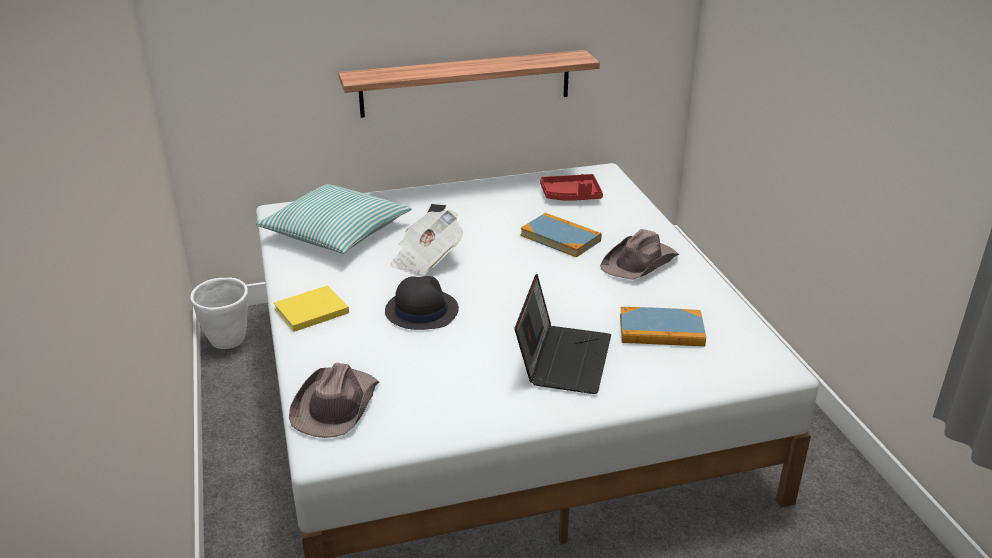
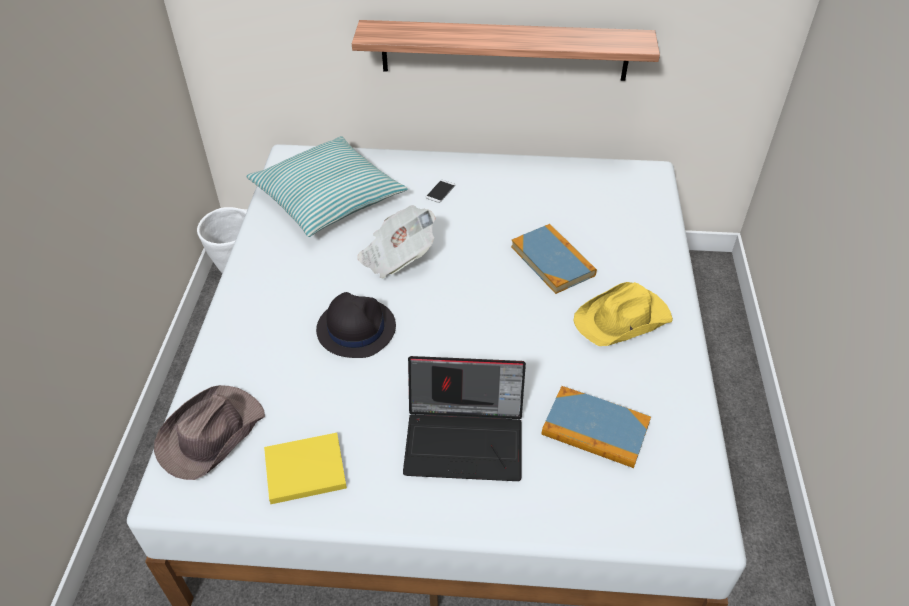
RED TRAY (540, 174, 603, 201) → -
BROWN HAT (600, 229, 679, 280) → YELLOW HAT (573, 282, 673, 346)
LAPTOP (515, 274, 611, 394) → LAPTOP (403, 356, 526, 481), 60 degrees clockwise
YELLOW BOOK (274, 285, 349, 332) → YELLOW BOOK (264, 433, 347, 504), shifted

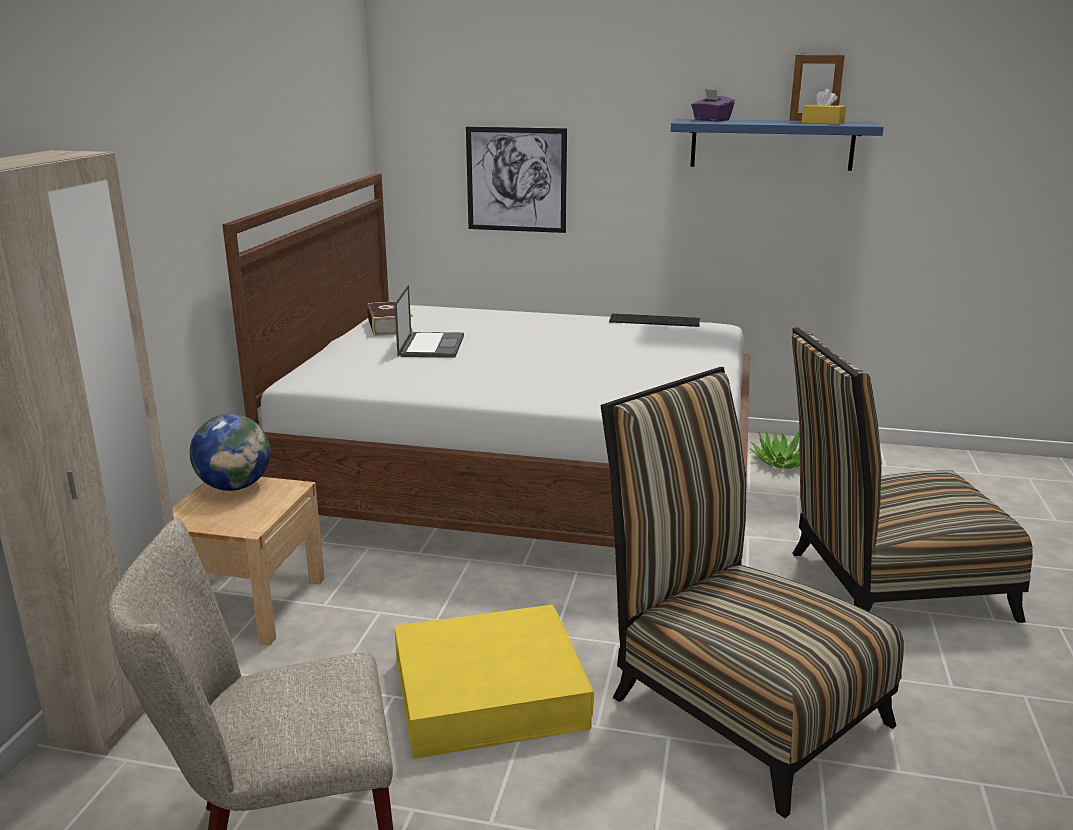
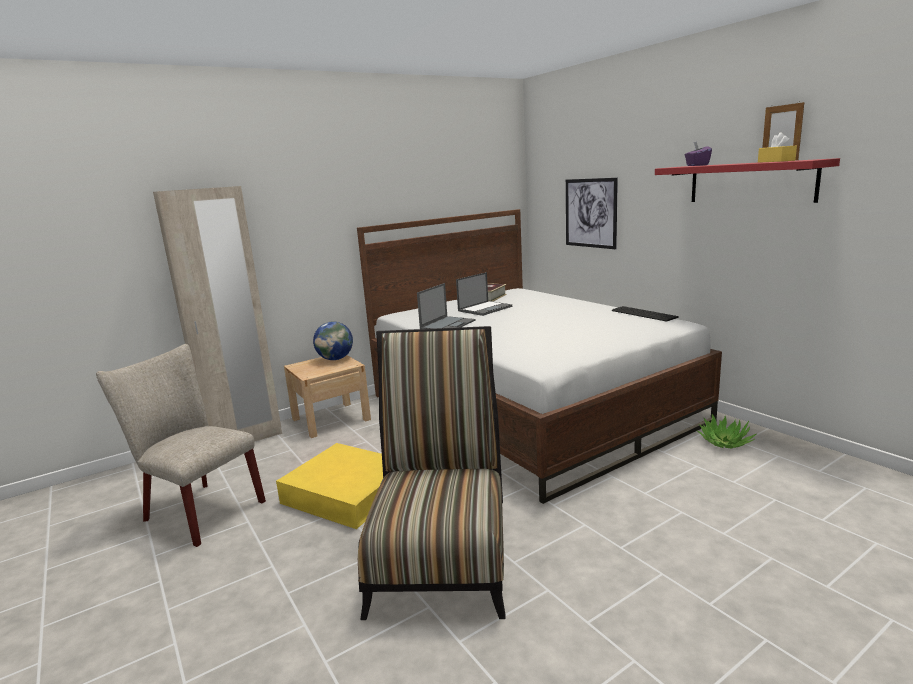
BLUE SHELF (671, 119, 884, 171) → RED SHELF (655, 158, 840, 203)
CHAIR (792, 327, 1033, 623) → -
- → LAPTOP (417, 283, 475, 329)

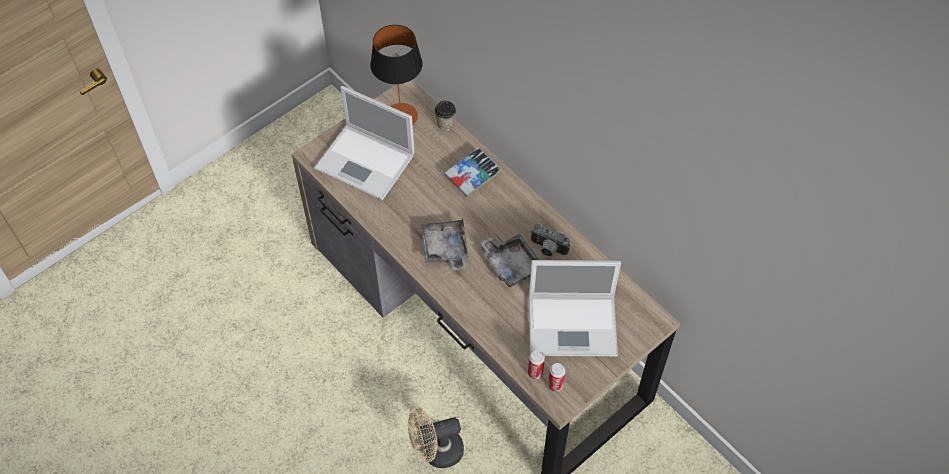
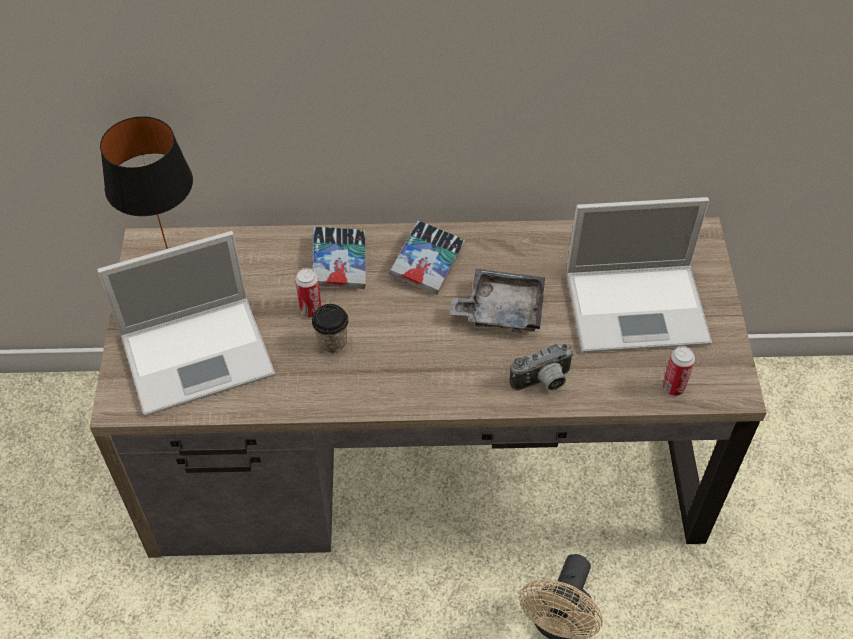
CUP (434, 101, 456, 131) → CUP (312, 304, 348, 354), shifted
GREY TRAY (420, 218, 469, 271) → -
PHOTO CAMERA (530, 224, 570, 257) → PHOTO CAMERA (509, 344, 574, 391), shifted
LAPTOP (529, 260, 621, 356) → LAPTOP (567, 197, 712, 353), 45 degrees clockwise
CAN (548, 363, 565, 392) → CAN (295, 268, 321, 317), shifted
- → BOOK (389, 220, 465, 295)

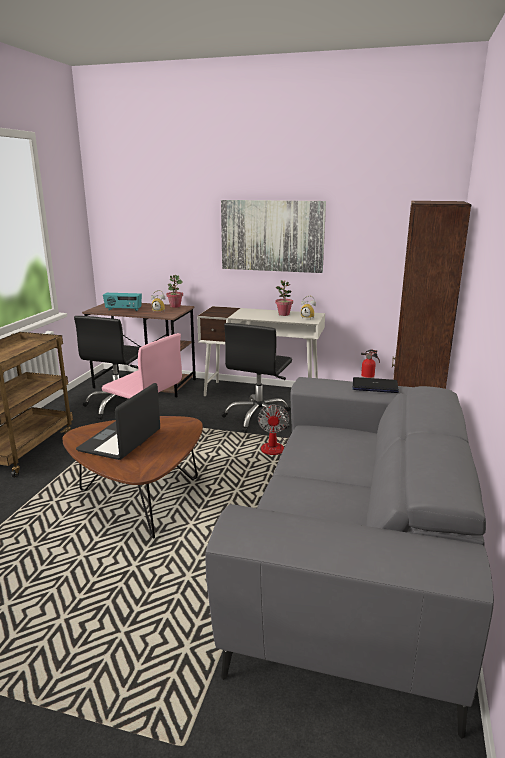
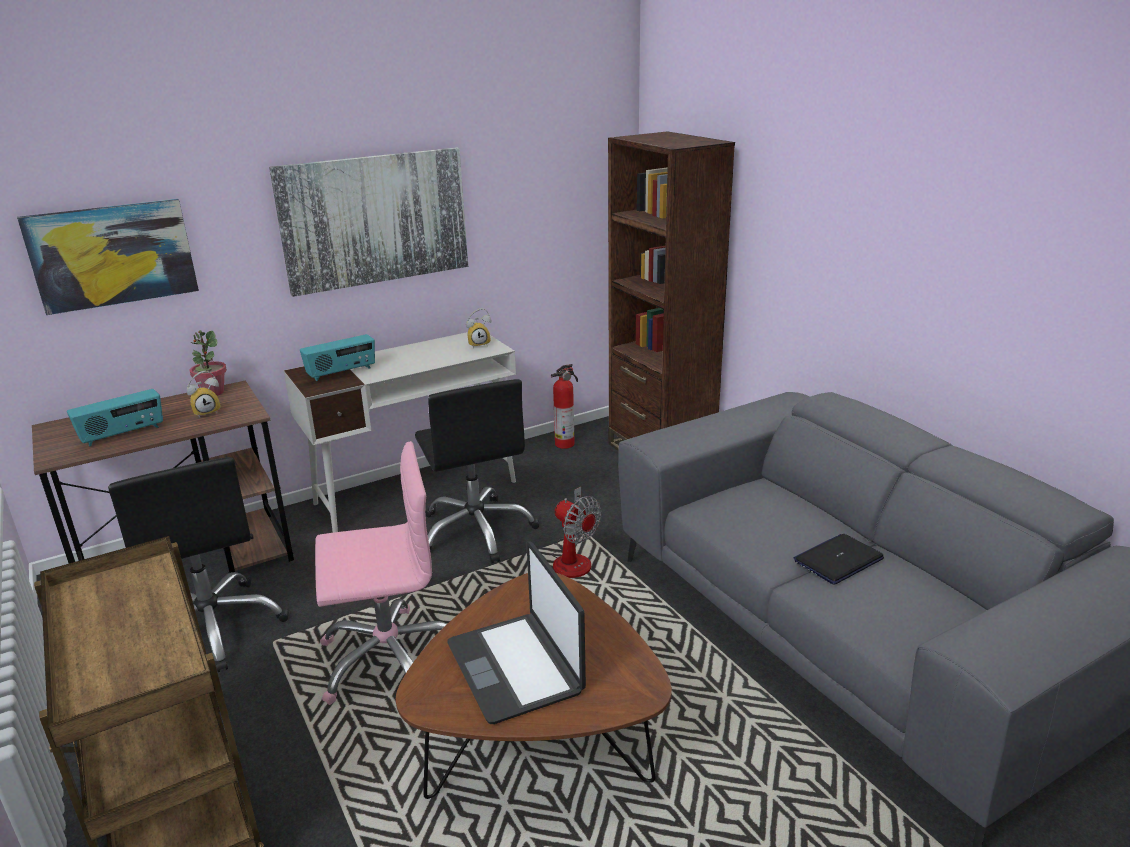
POTTED PLANT (275, 280, 293, 316) → -
LAPTOP (353, 377, 399, 393) → LAPTOP (794, 534, 884, 585), shifted
- → PICTURE (17, 199, 199, 315)
- → RADIO (300, 334, 375, 381)

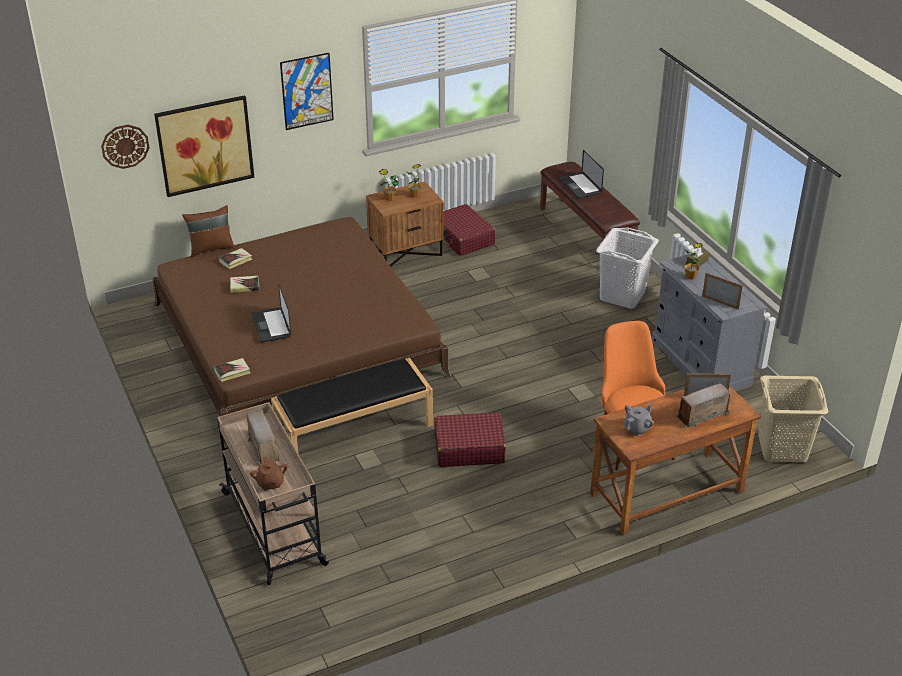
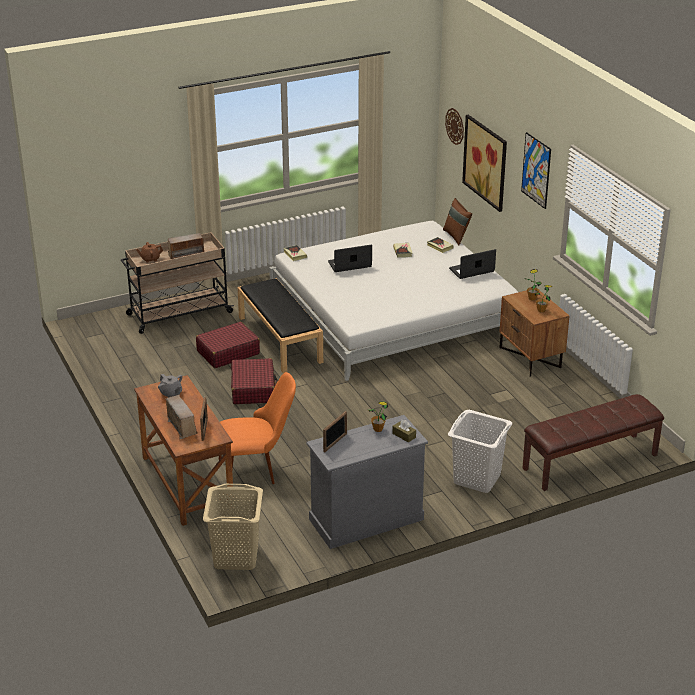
LAPTOP (559, 150, 604, 199) → LAPTOP (449, 249, 496, 279), shifted
RED SUITCASE (442, 204, 495, 256) → RED SUITCASE (196, 322, 260, 368), shifted
BROWN BED (152, 217, 451, 444) → WHITE BED (269, 221, 518, 381)

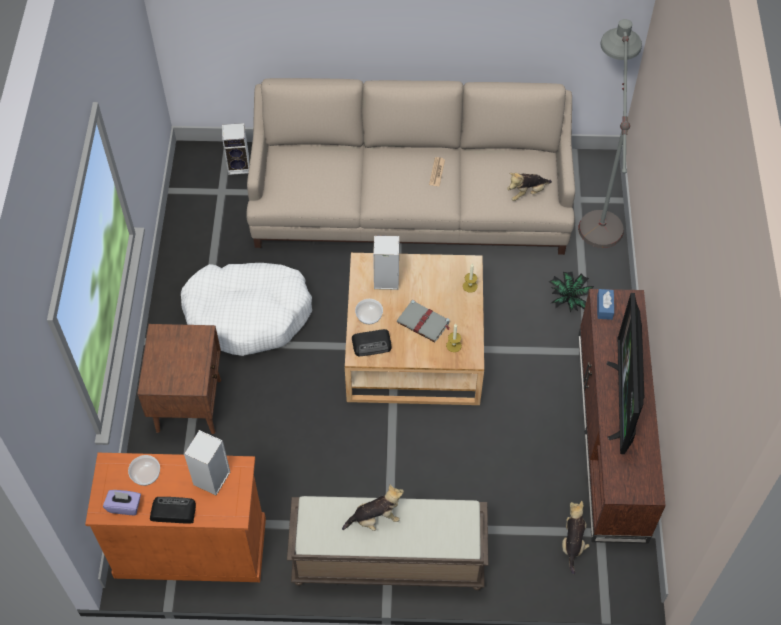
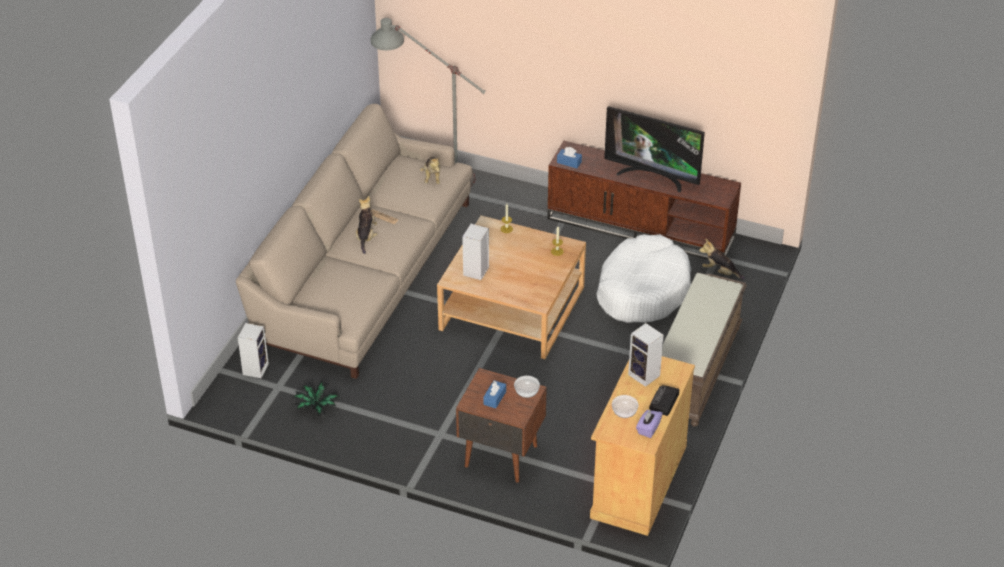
WHITE DOG BED (181, 263, 312, 356) → WHITE DOG BED (597, 234, 691, 323), shifted
POTTED PLANT (549, 272, 594, 312) → POTTED PLANT (292, 381, 340, 416), shifted
BOWL (355, 299, 383, 324) → BOWL (514, 376, 540, 398), shifted
GREY BOOK (397, 300, 450, 343) → -
RADIO (352, 329, 391, 356) → -
ORANGE CABINET (85, 453, 266, 582) → BEIGE CABINET (590, 356, 695, 536)
PLUSH TOY (342, 485, 404, 531) → PLUSH TOY (356, 196, 378, 254), shifted
- → BLUE TISSUE BOX (483, 380, 506, 408)

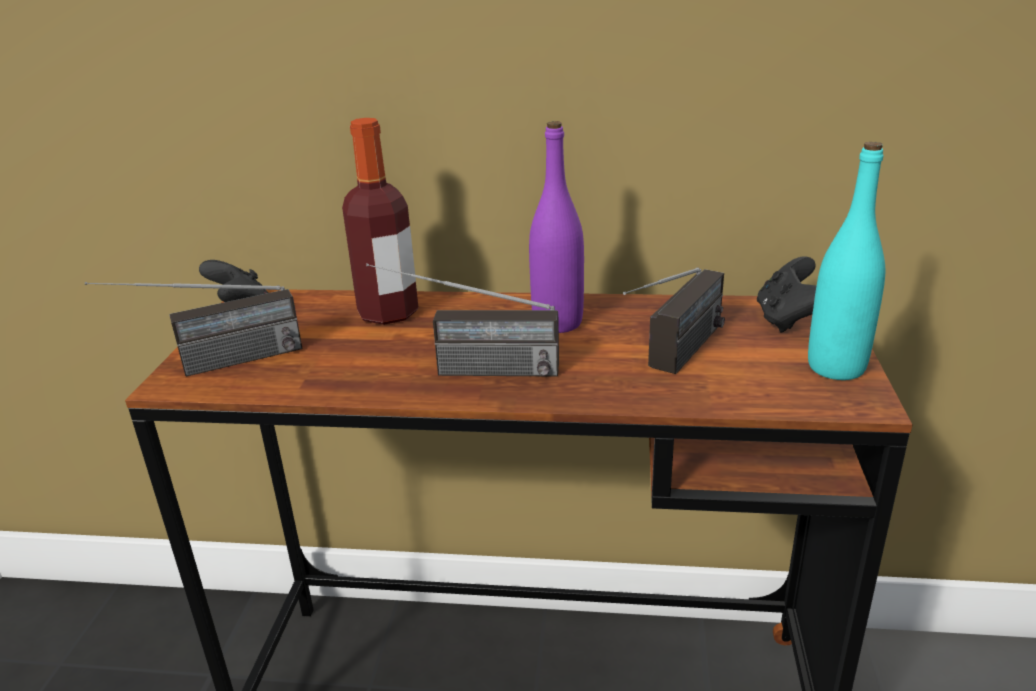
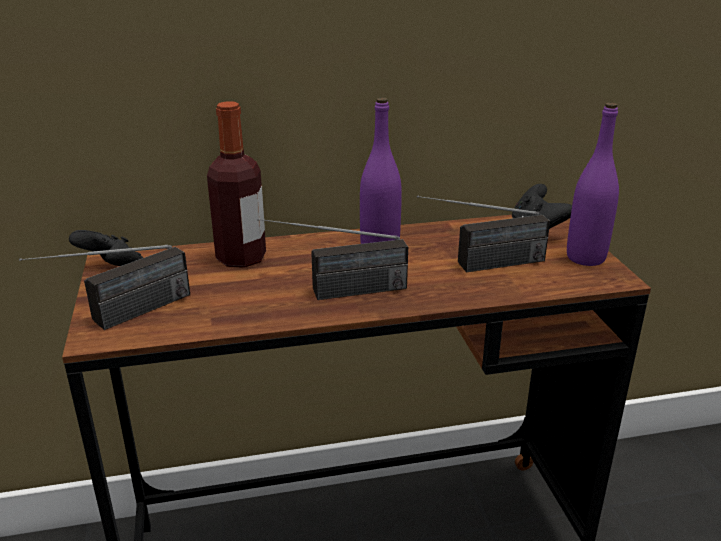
TURQUOISE BOTTLE (808, 142, 885, 380) → PURPLE BOTTLE (567, 103, 619, 266)
RADIO (623, 267, 725, 374) → RADIO (417, 195, 550, 272), 60 degrees clockwise

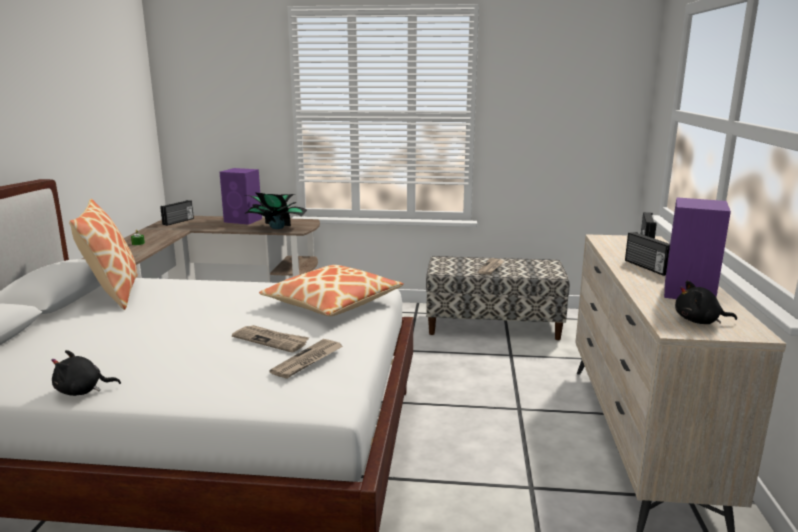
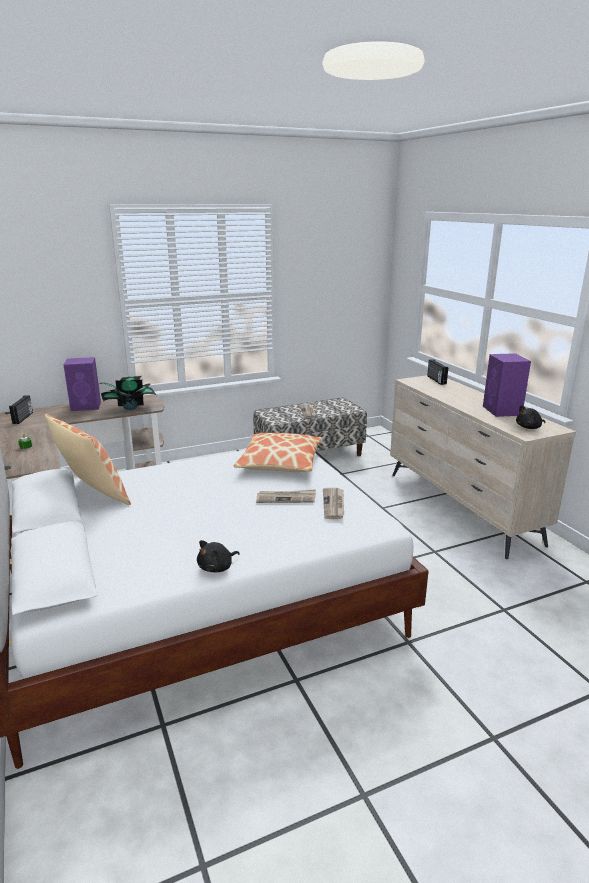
RADIO (625, 232, 670, 276) → -

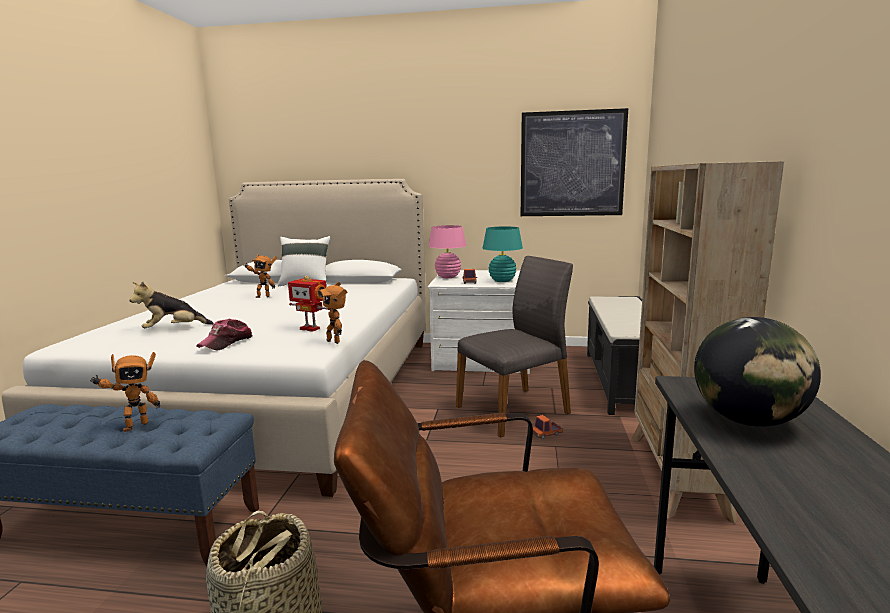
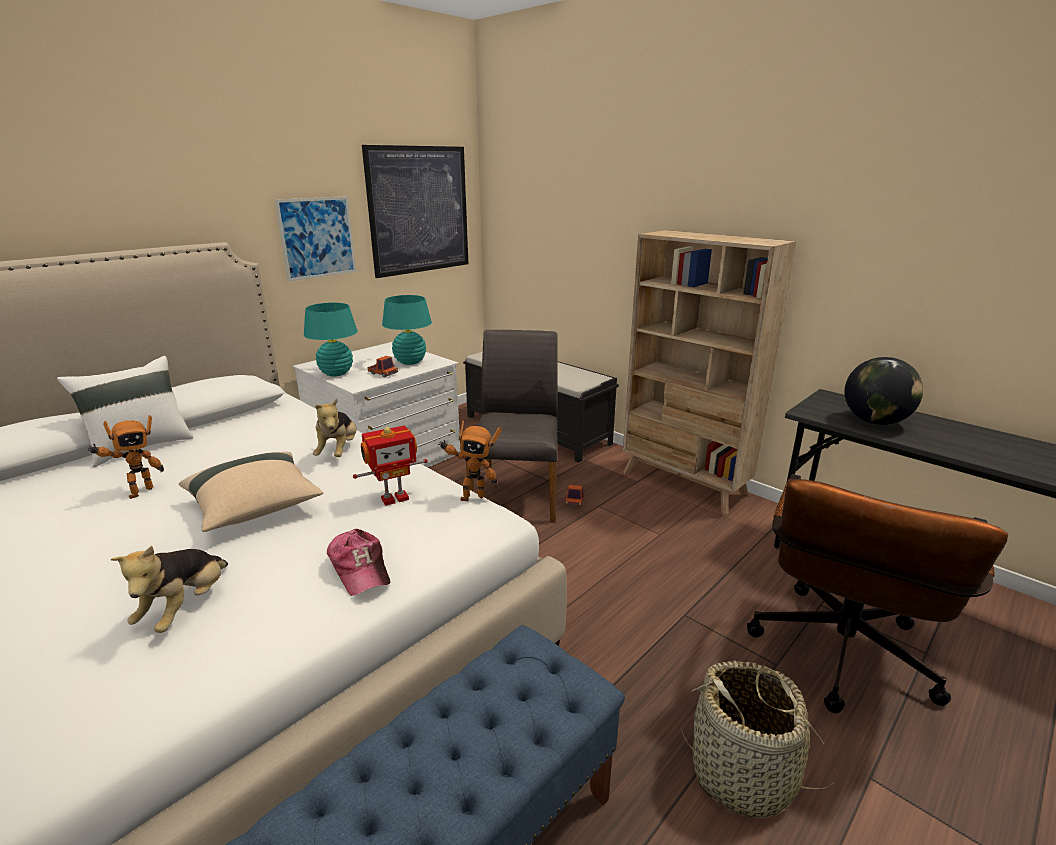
PINK TABLE LAMP (428, 225, 467, 278) → TURQUOISE TABLE LAMP (304, 303, 358, 376)
TOY ROBOT (90, 352, 160, 432) → -
- → PICTURE (275, 196, 356, 281)
- → PLUSH TOY (313, 398, 357, 457)
- → BEIGE PILLOW (179, 452, 323, 532)

